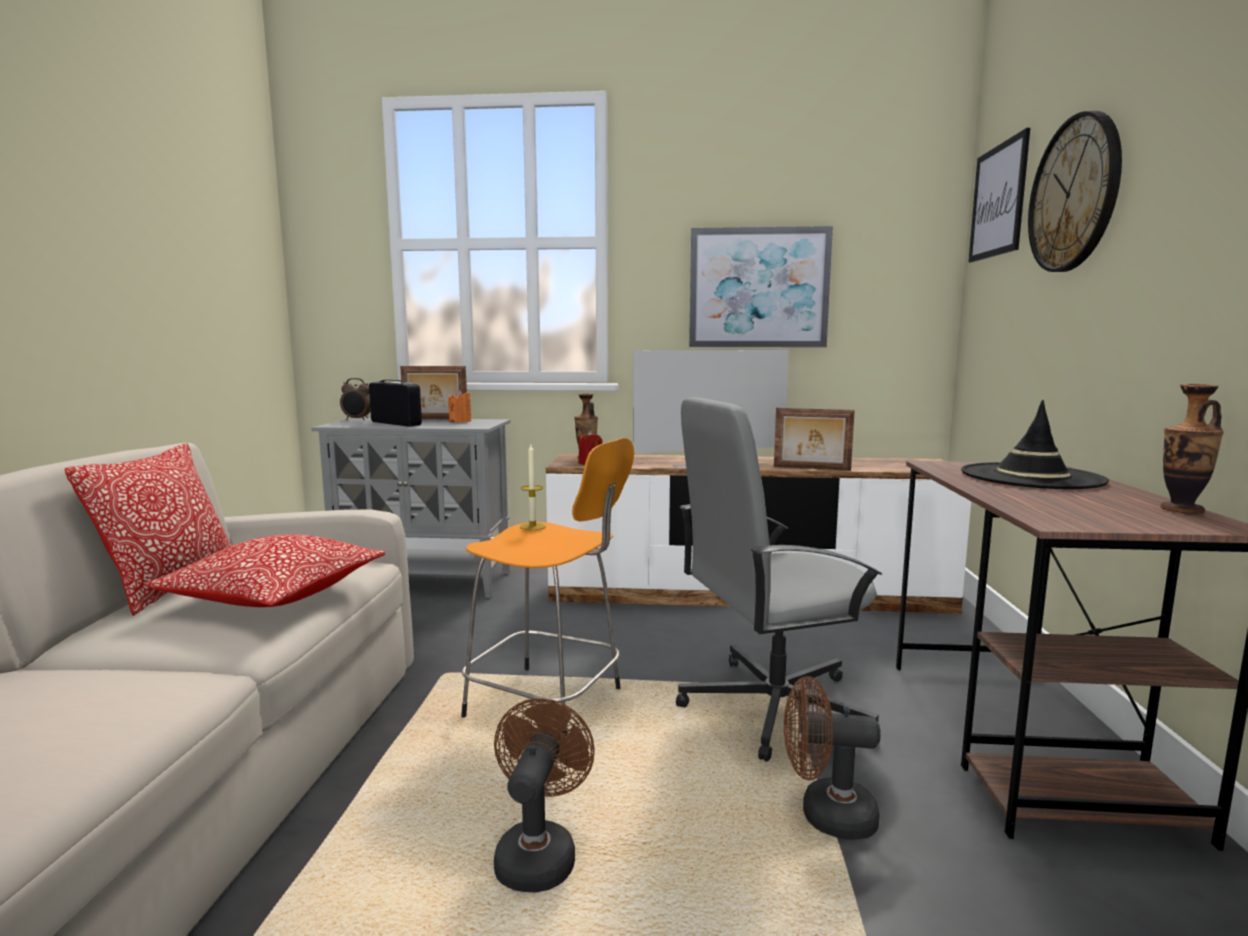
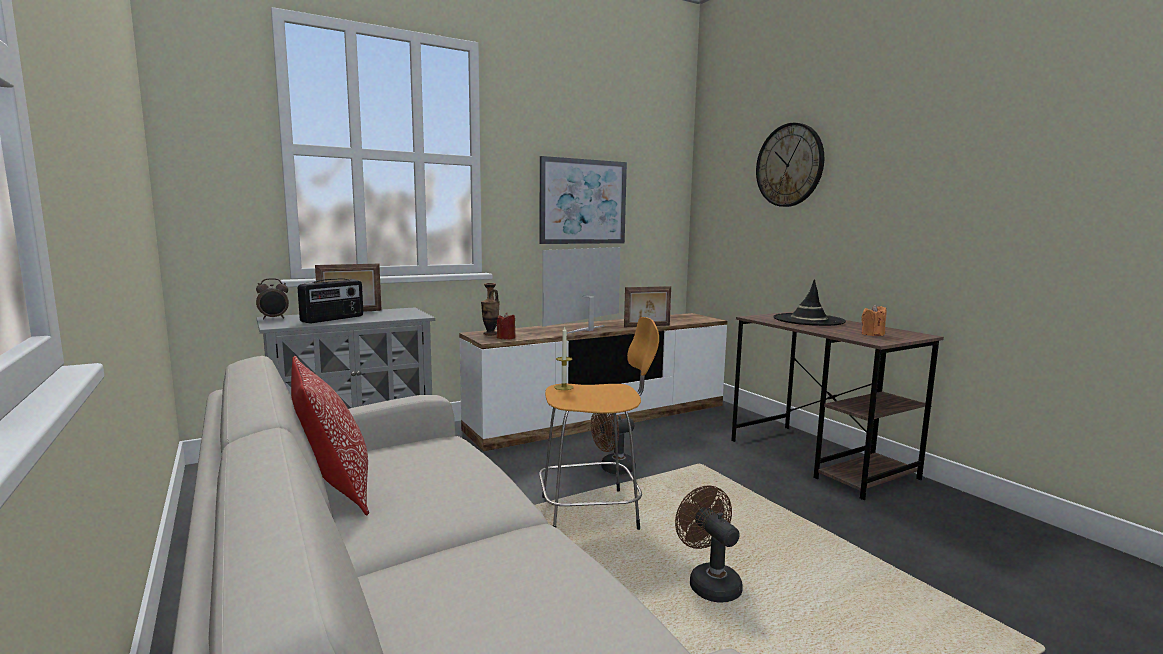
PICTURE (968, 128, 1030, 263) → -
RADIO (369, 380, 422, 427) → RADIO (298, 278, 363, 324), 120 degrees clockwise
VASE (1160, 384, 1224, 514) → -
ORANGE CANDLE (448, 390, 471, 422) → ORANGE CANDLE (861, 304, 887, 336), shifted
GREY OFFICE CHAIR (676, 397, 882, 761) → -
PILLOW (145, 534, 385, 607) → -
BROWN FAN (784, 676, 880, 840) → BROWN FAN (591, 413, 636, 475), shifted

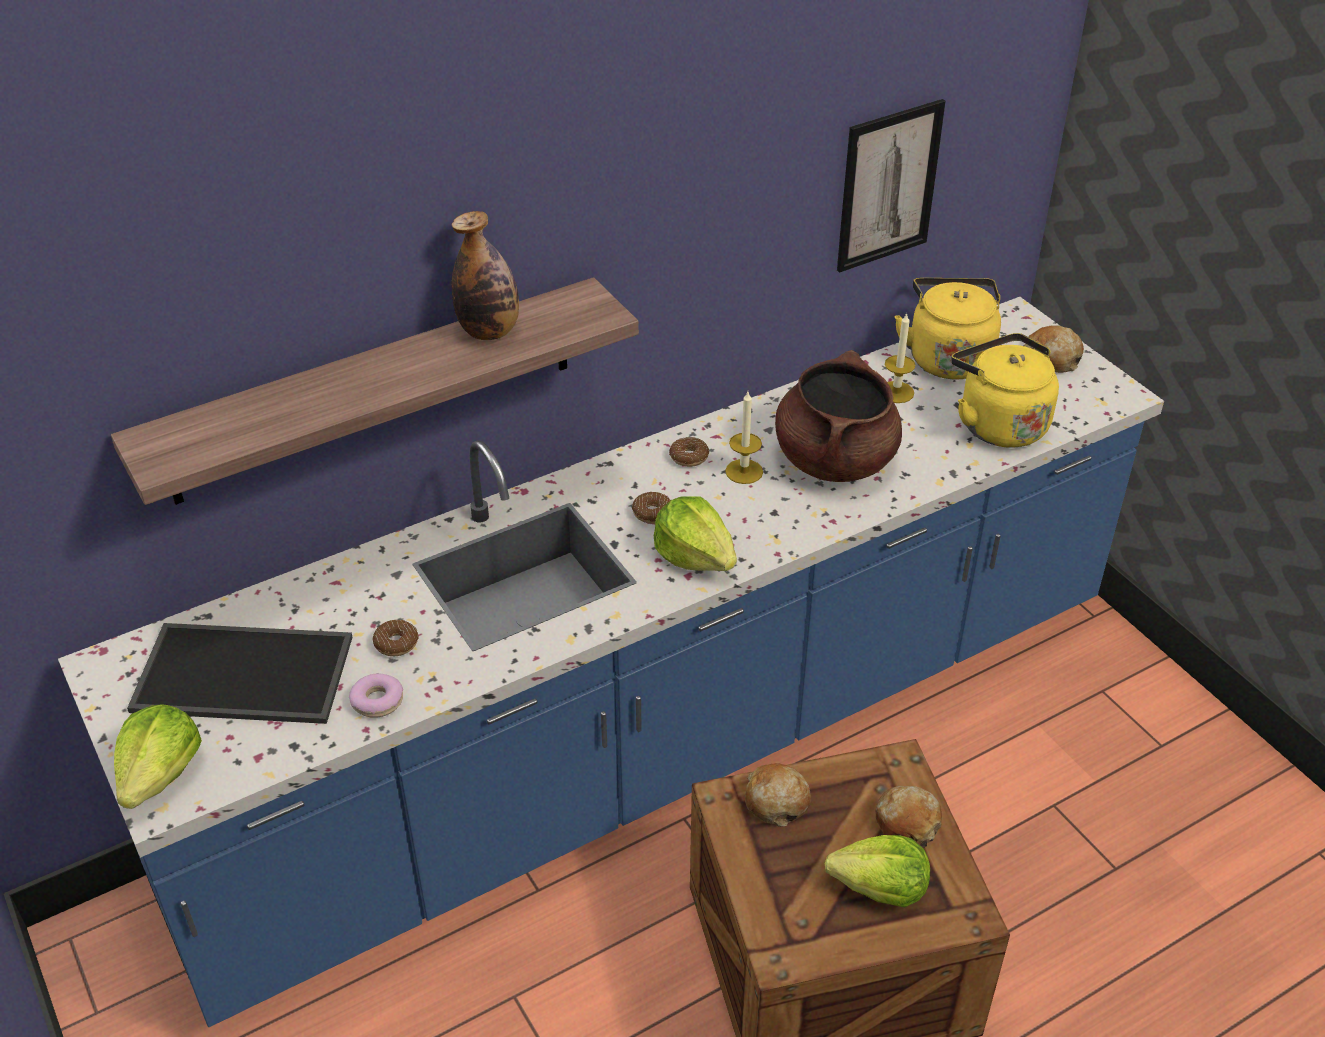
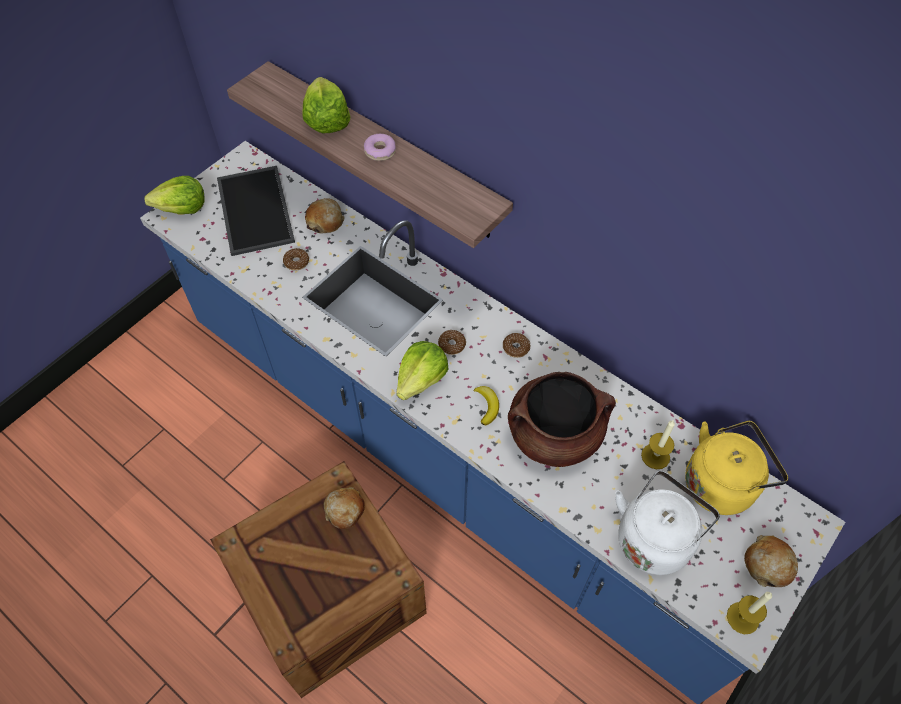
PICTURE (837, 99, 946, 273) → -
BOTTLE (451, 211, 519, 340) → -
YELLOW KETTLE (951, 333, 1059, 448) → WHITE KETTLE (616, 470, 720, 575)
CANDLE (725, 392, 763, 484) → CANDLE (727, 592, 772, 634), shifted
DONUT (349, 673, 403, 718) → DONUT (364, 134, 396, 161), shifted
BREAD (876, 786, 942, 848) → BREAD (305, 198, 345, 234), shifted
LETTUCE (825, 835, 930, 907) → LETTUCE (302, 77, 350, 133), shifted
- → BANANA (474, 386, 499, 425)

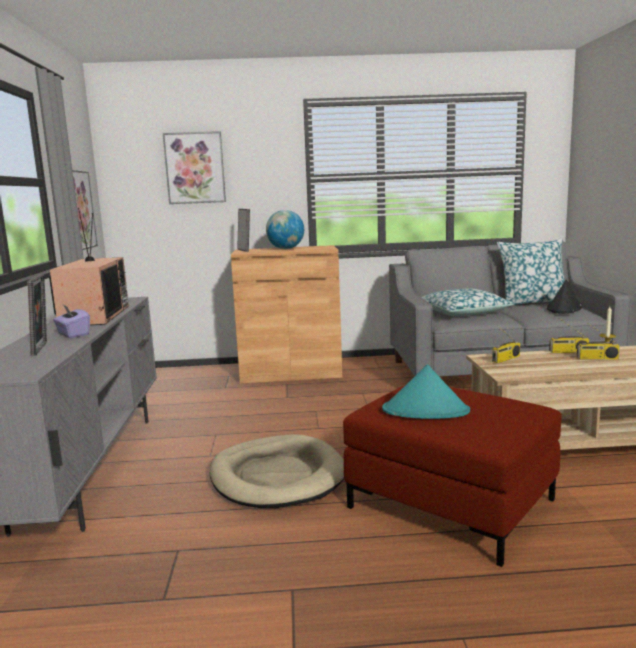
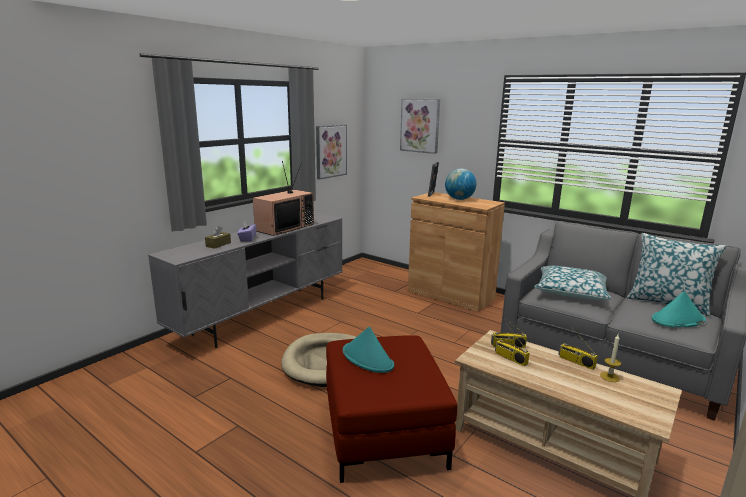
PICTURE FRAME (27, 274, 47, 356) → BROWN TISSUE BOX (205, 226, 231, 249)
BLACK HAT (547, 280, 582, 314) → TURQUOISE HAT (652, 291, 706, 327)
RADIO (576, 322, 620, 360) → RADIO (495, 325, 530, 366), shifted

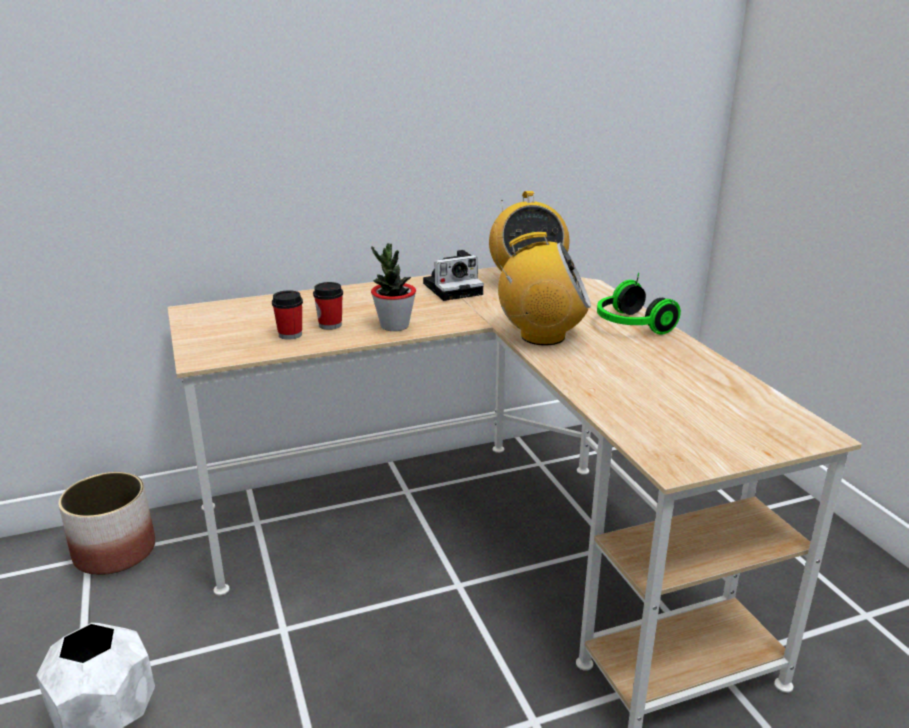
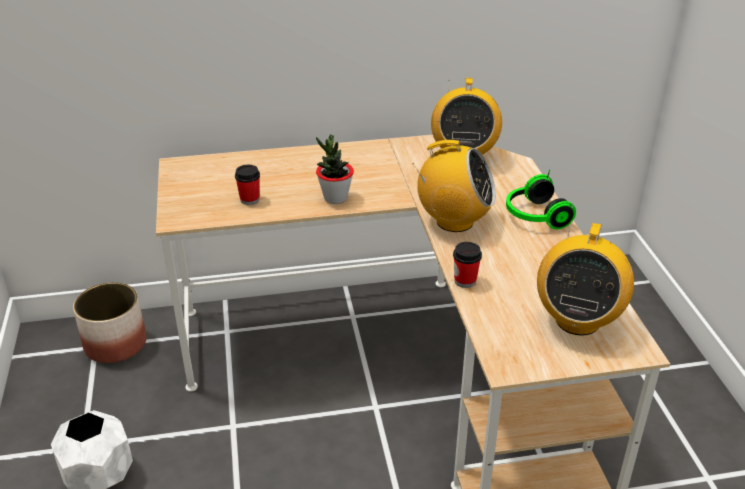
PHOTO CAMERA (423, 250, 484, 301) → -
CUP (313, 282, 343, 330) → CUP (453, 242, 482, 288), shifted
- → RADIO (537, 220, 634, 336)

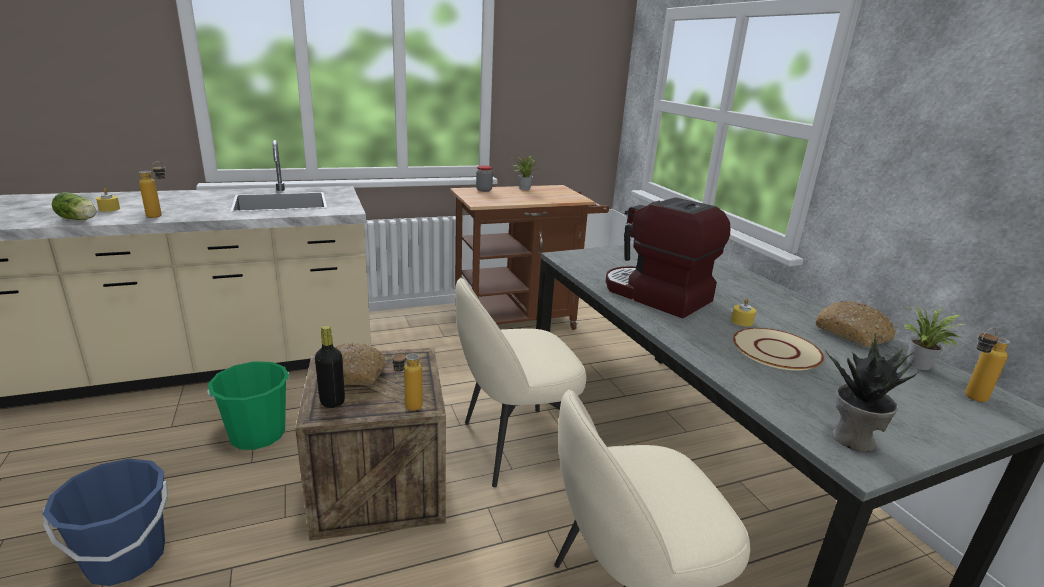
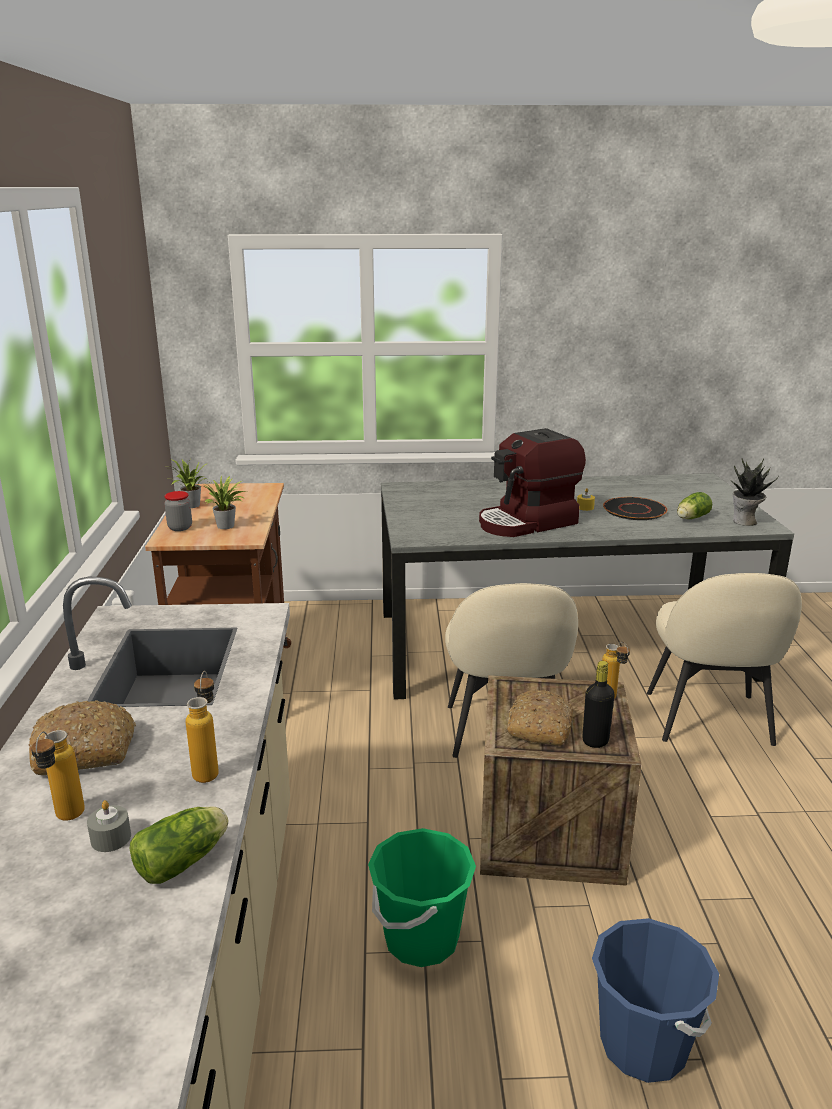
YELLOW CANDLE (96, 188, 120, 212) → GREY CANDLE (87, 800, 131, 852)
BREAD (815, 301, 896, 347) → BREAD (29, 700, 136, 775), shifted
POTTED PLANT (903, 305, 967, 370) → POTTED PLANT (198, 475, 247, 529), shifted
BEIGE PLATE (733, 328, 824, 371) → BLACK PLATE (603, 497, 667, 520)
BOTTLE (965, 328, 1010, 402) → BOTTLE (31, 730, 85, 821), shifted
- → LETTUCE (677, 492, 712, 519)

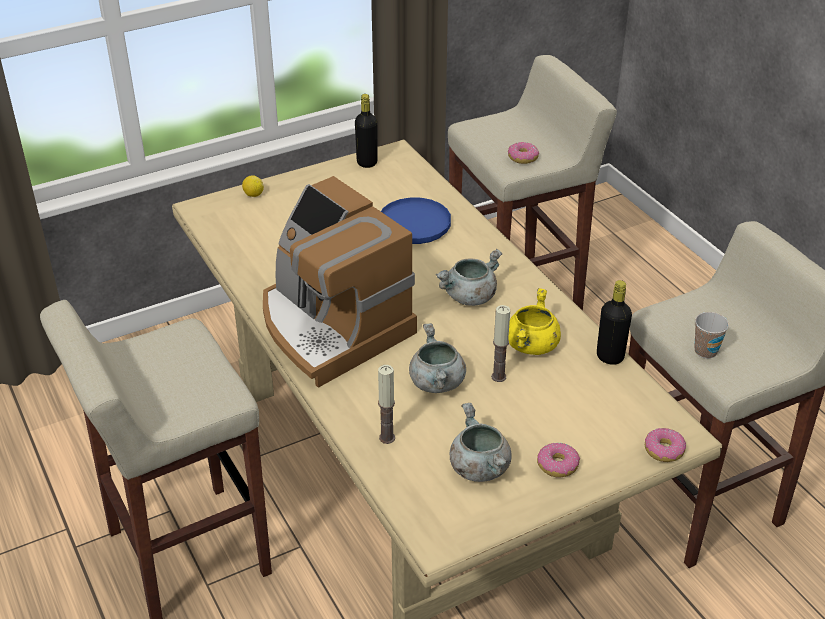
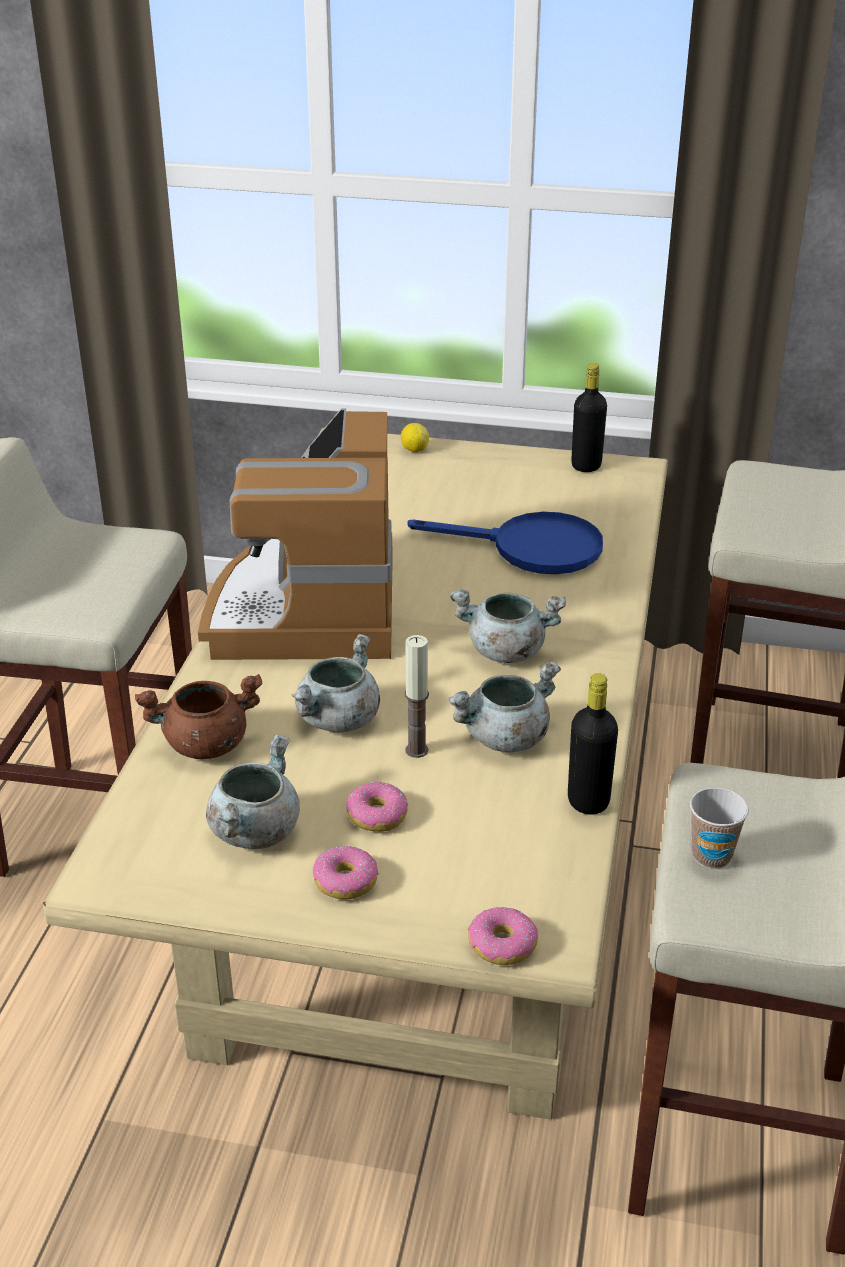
DONUT (508, 142, 539, 164) → DONUT (346, 782, 408, 832), shifted
YELLOW COOKING POT (508, 288, 561, 355) → GREY COOKING POT (448, 661, 561, 752)
CANDLE (378, 365, 395, 444) → BROWN COOKING POT (135, 674, 262, 759)

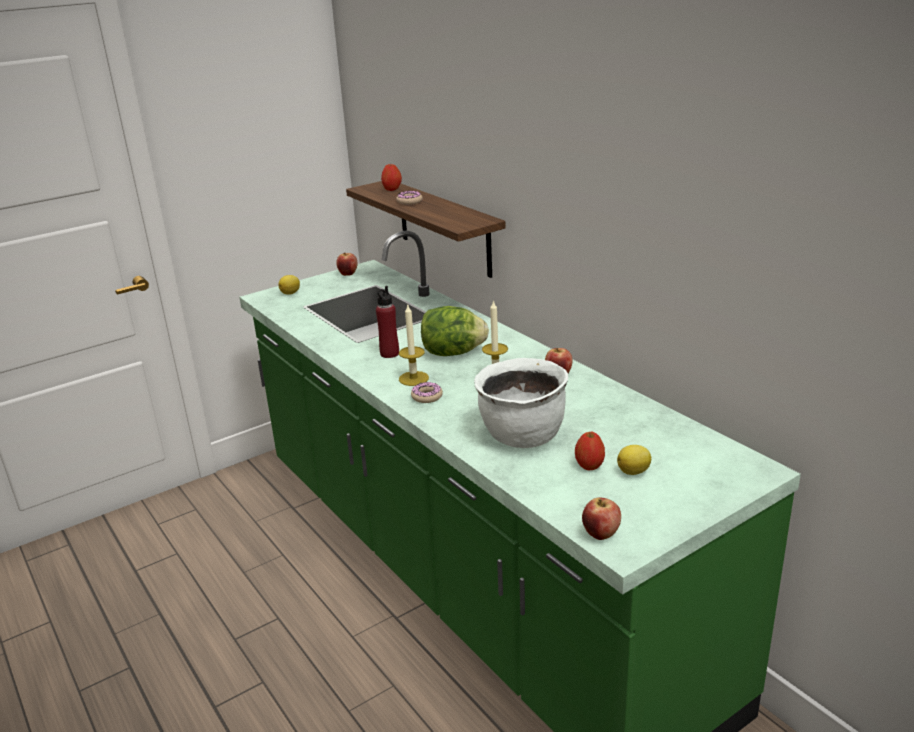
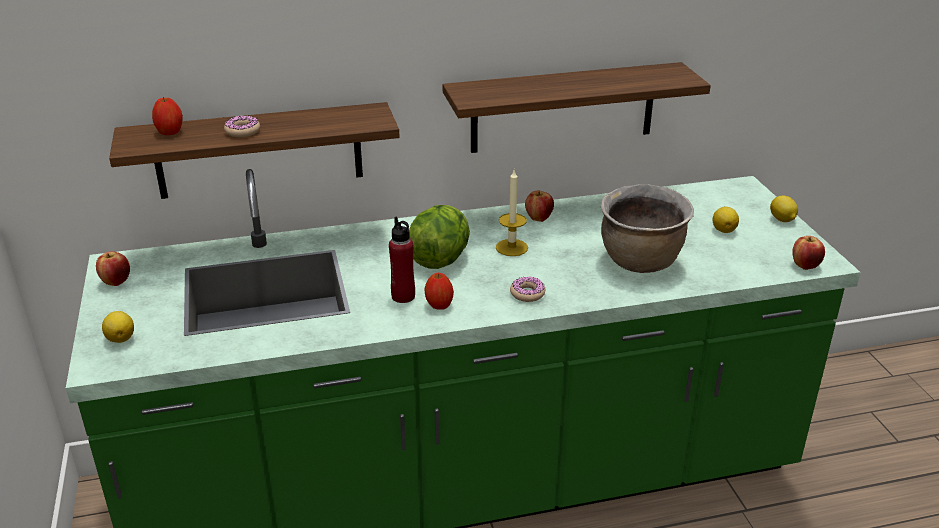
CANDLE (399, 305, 429, 386) → -
WHITE COOKING POT (474, 358, 568, 448) → BROWN COOKING POT (601, 184, 694, 273)
APPLE (575, 432, 605, 470) → APPLE (425, 273, 454, 310), shifted
- → SHELF (443, 62, 711, 153)
- → LEMON (770, 196, 798, 222)

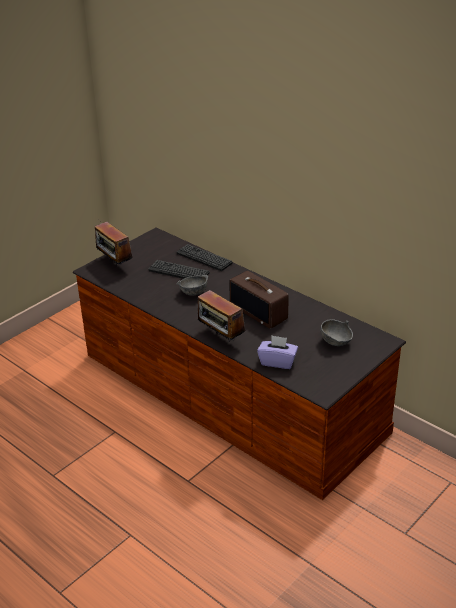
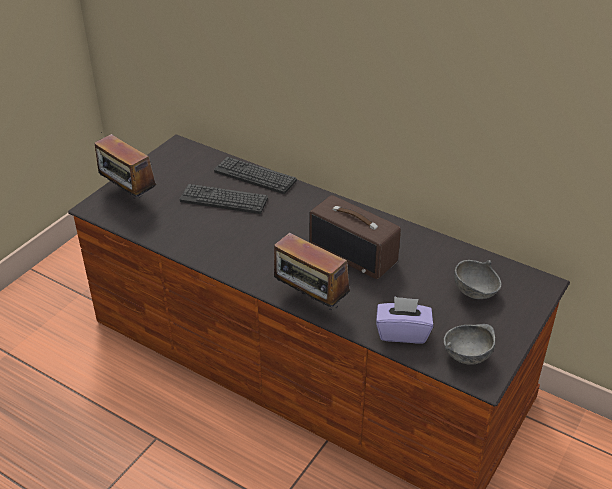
GREY BOWL (176, 275, 208, 296) → GREY BOWL (444, 324, 495, 365), shifted

